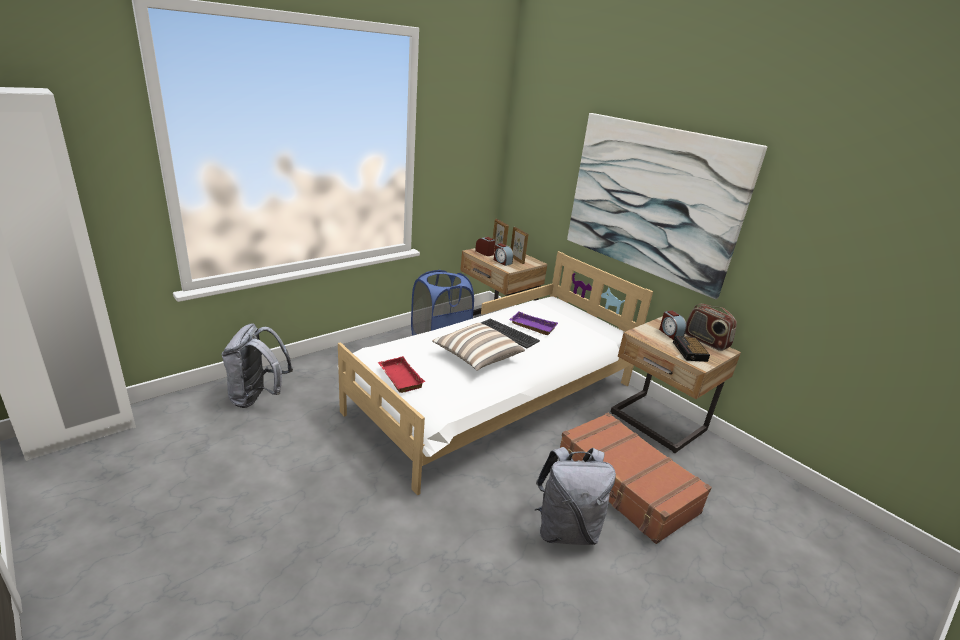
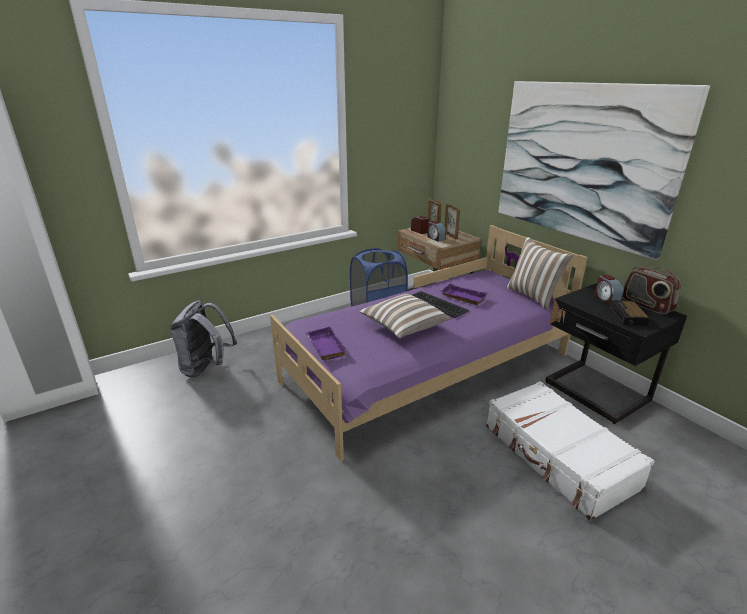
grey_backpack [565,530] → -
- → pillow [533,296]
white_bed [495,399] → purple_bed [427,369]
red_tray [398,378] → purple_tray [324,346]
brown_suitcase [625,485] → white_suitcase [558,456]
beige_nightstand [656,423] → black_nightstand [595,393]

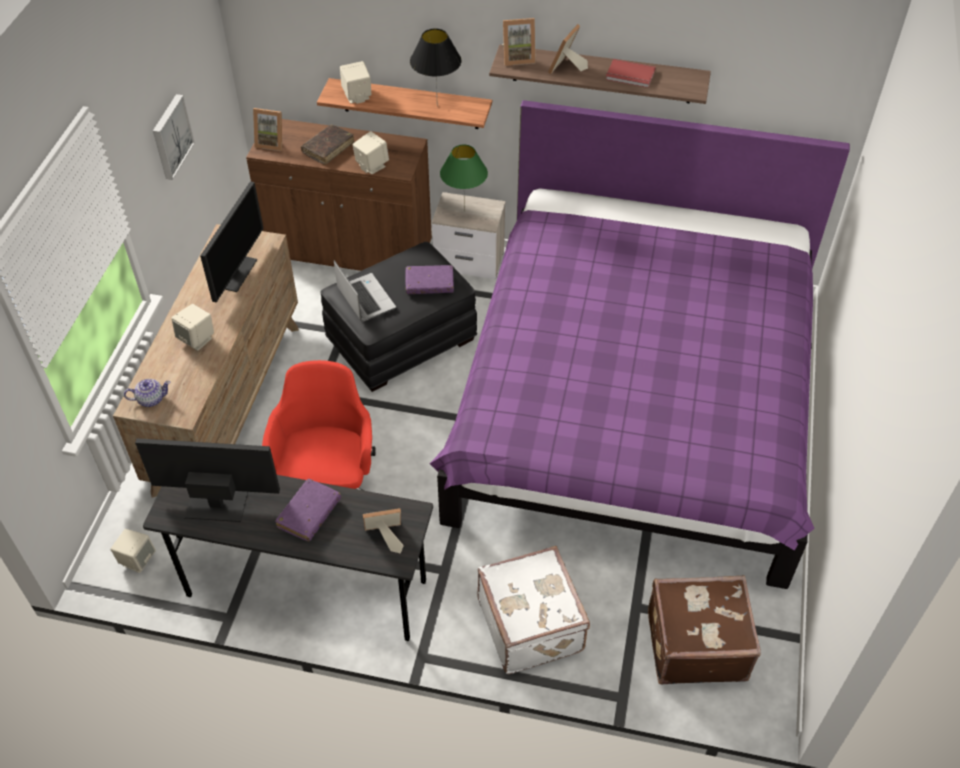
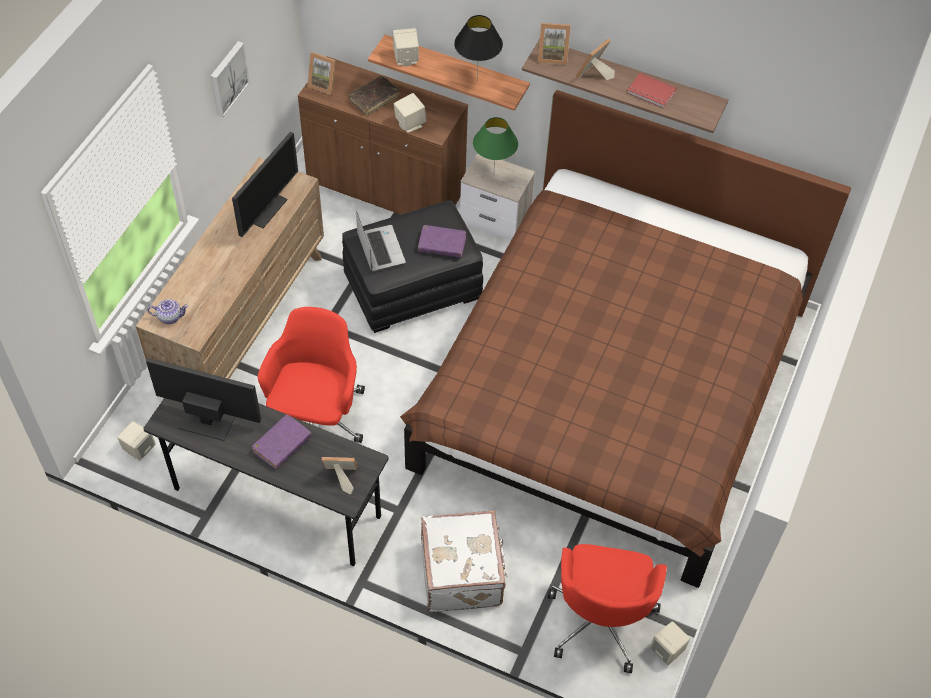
beige_speaker [197,339] → beige_speaker [667,650], shifted
brown_suitcase [695,644] → red_office_chair [600,619]
purple_bed [634,402] → brown_bed [611,387]

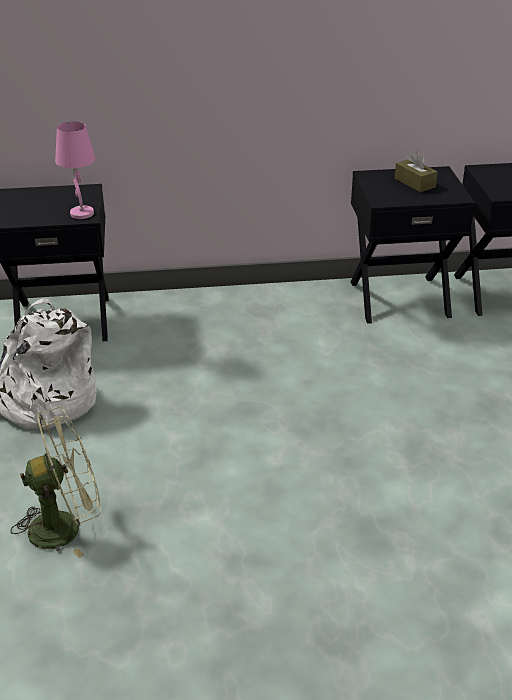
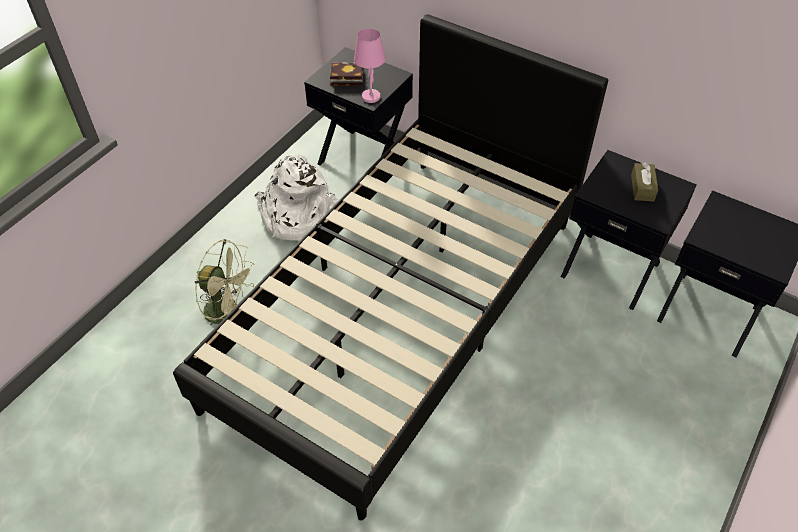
- → black_bed [399,309]
- → book [345,77]

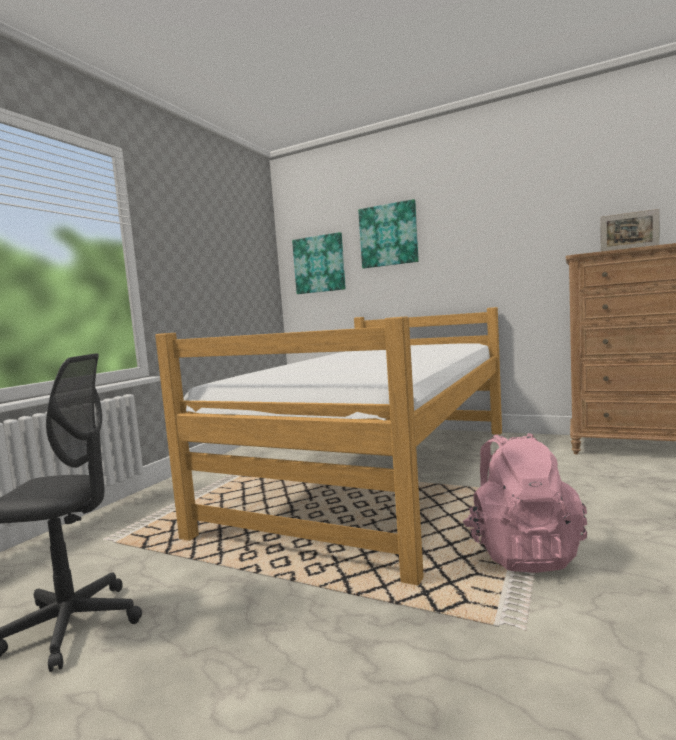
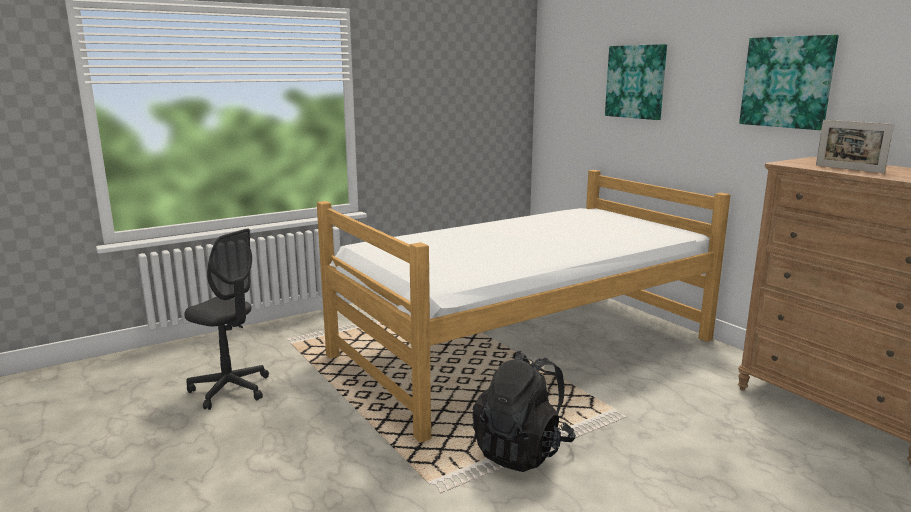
picture [319,264] → picture [787,82], shifted
pink_backpack [521,552] → black_backpack [522,451]

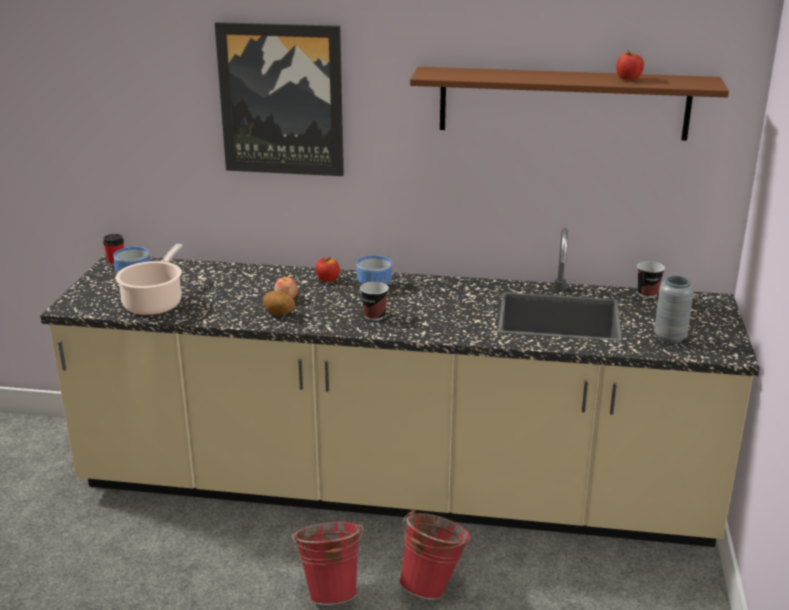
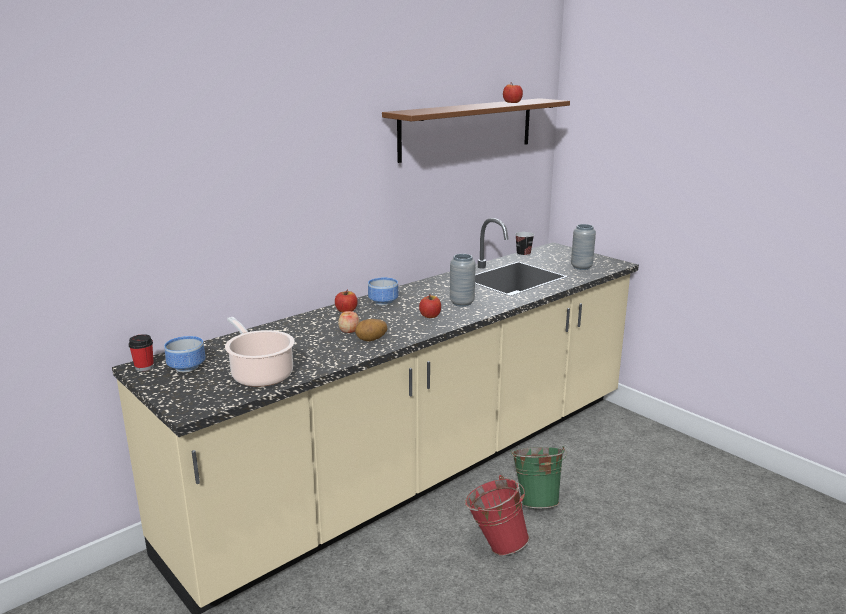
picture [282,99] → -
- → grey_vase [462,303]
cup [374,316] → apple [430,316]
red_bucket [433,585] → green_bucket [536,500]

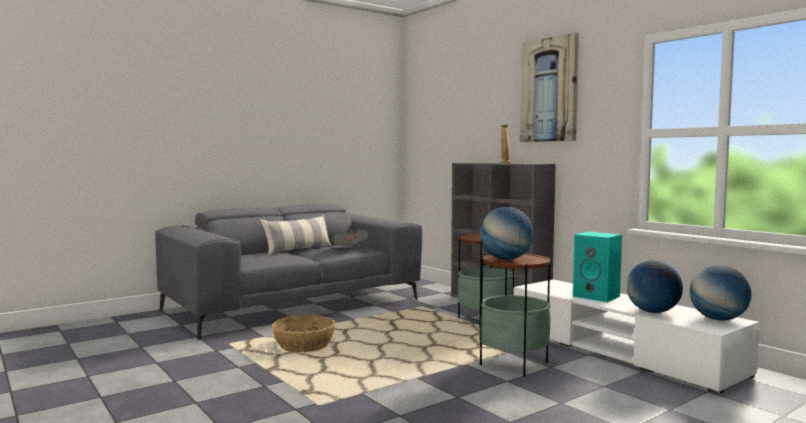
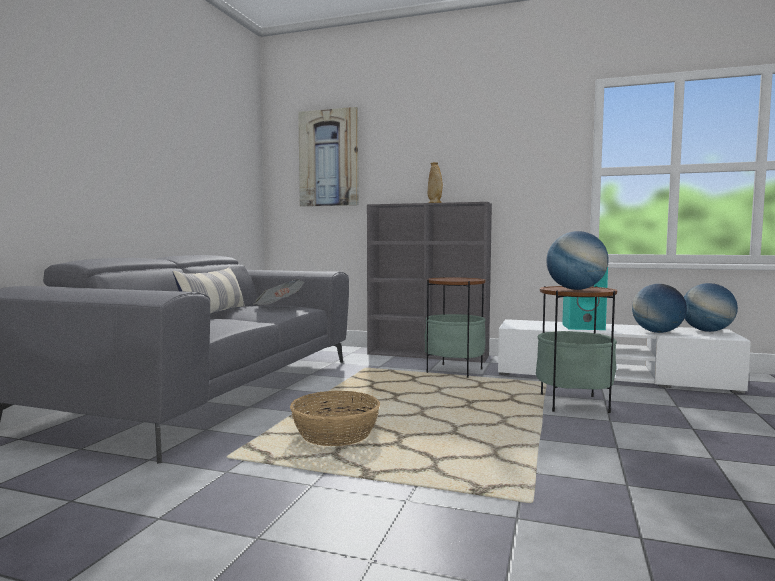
picture [549,90] → picture [329,158], shifted

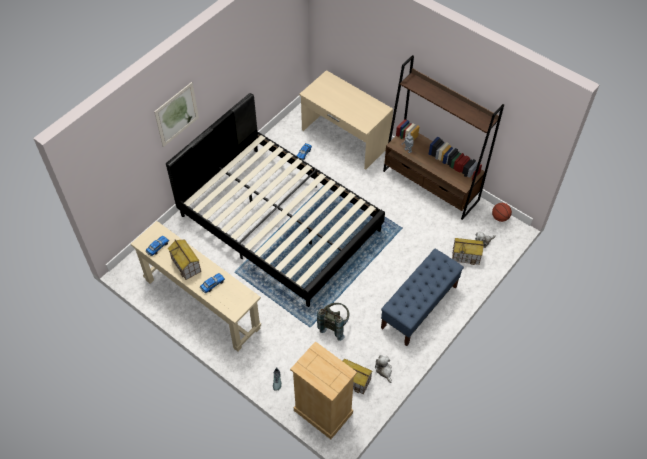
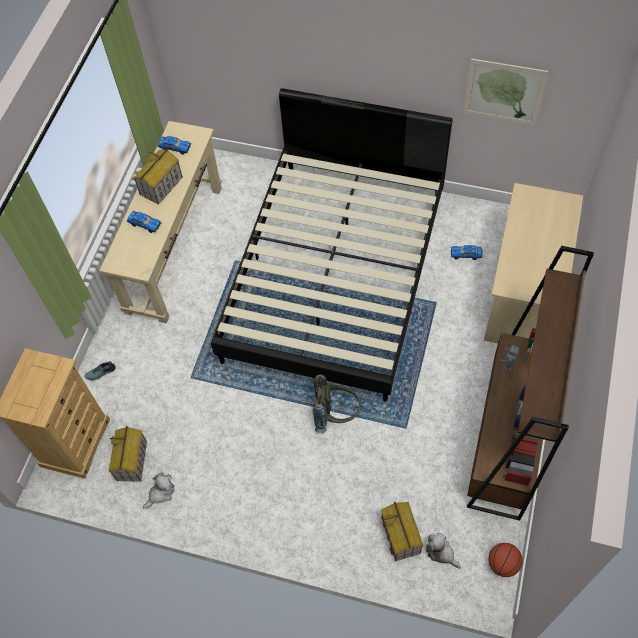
blue_bench [419,307] → -
picture [176,114] → picture [504,92], shifted
grey_backpack [334,325] → grey_backpack [336,414], shifted

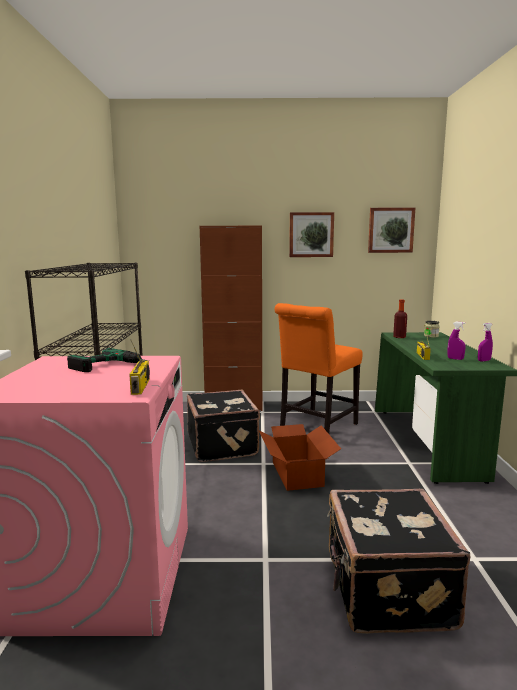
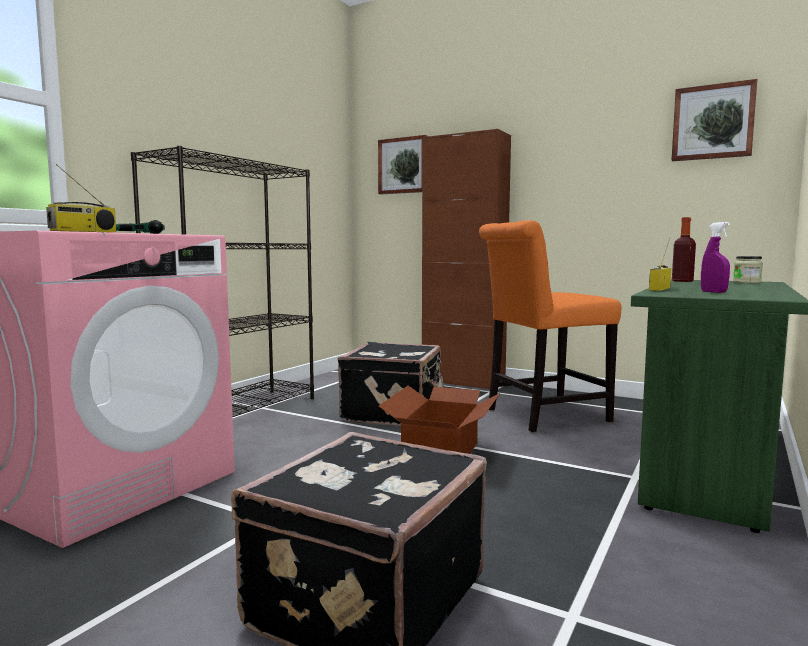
purple_spray_bottle [484,360] → -
picture [311,234] → picture [403,165], shifted

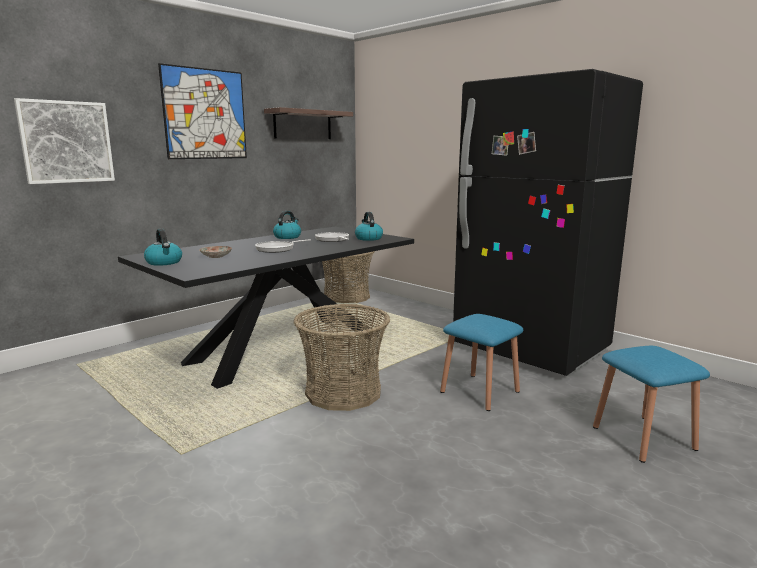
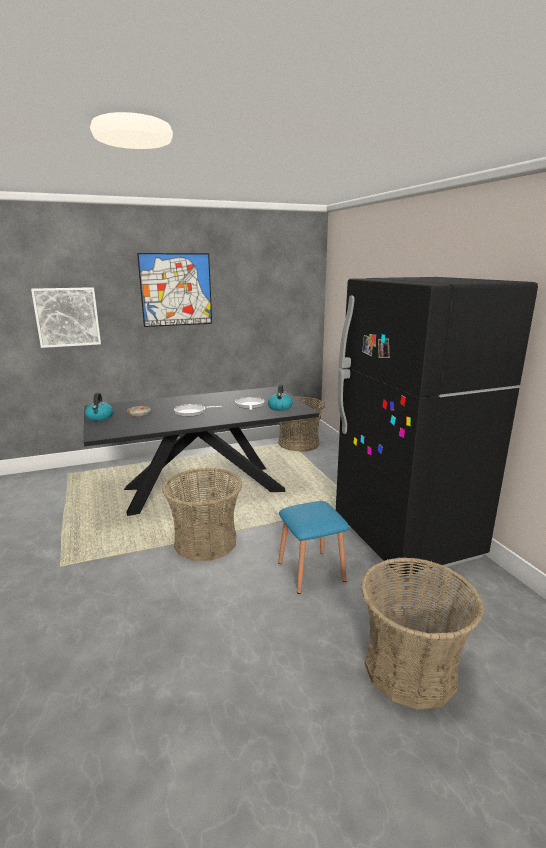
shelf [303,125] → -
kettle [287,237] → -
blue_stool [643,438] → basket [410,668]

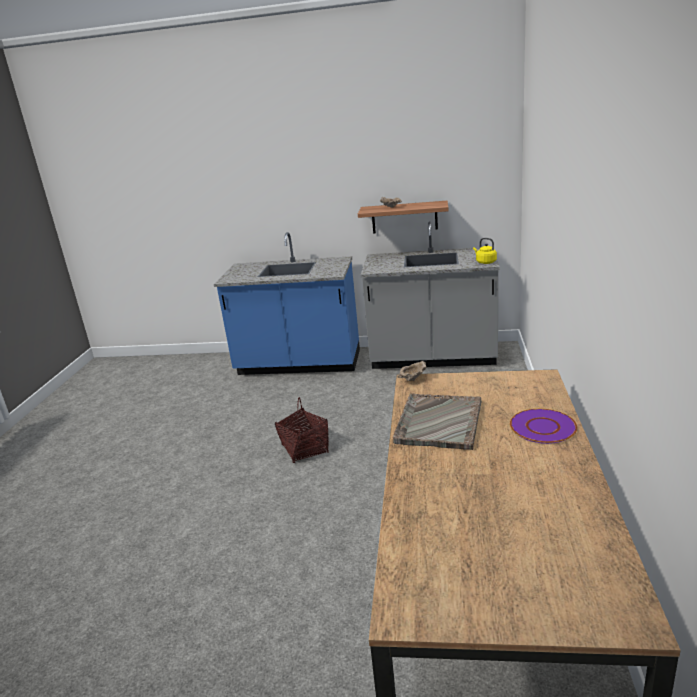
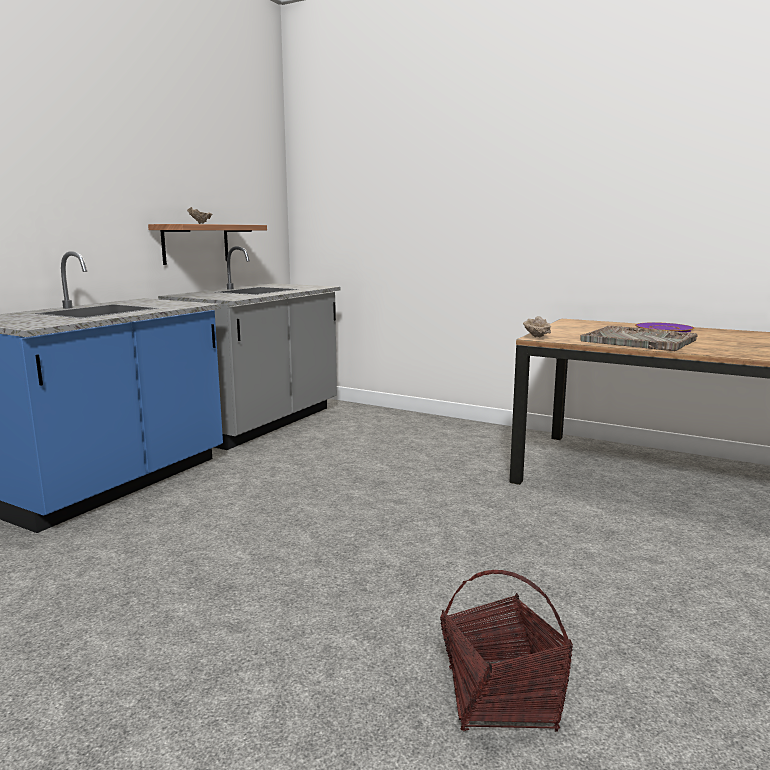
yellow_kettle [485,262] → -
basket [305,449] → basket [501,699], shifted

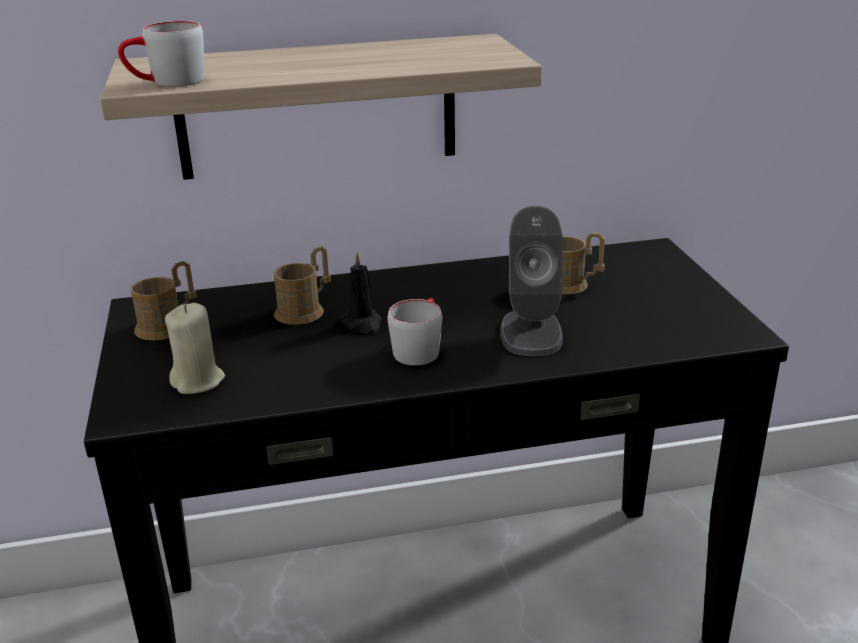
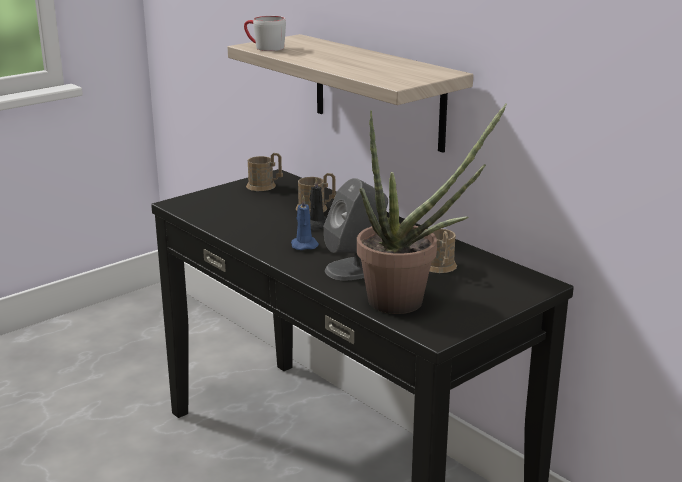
beige_candle [198,381] → -
- → potted_plant [408,302]
grey_mug [419,348] → blue_candle [304,245]

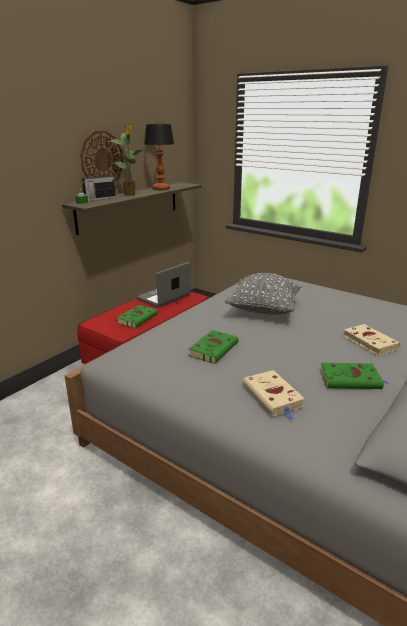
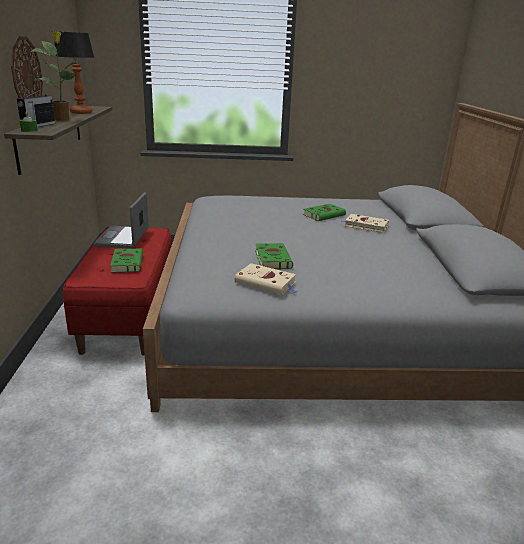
grey_pillow [263,311] → -
beige_book [273,397] → beige_book [267,283], shifted
green_book [351,379] → green_book [324,215], shifted

